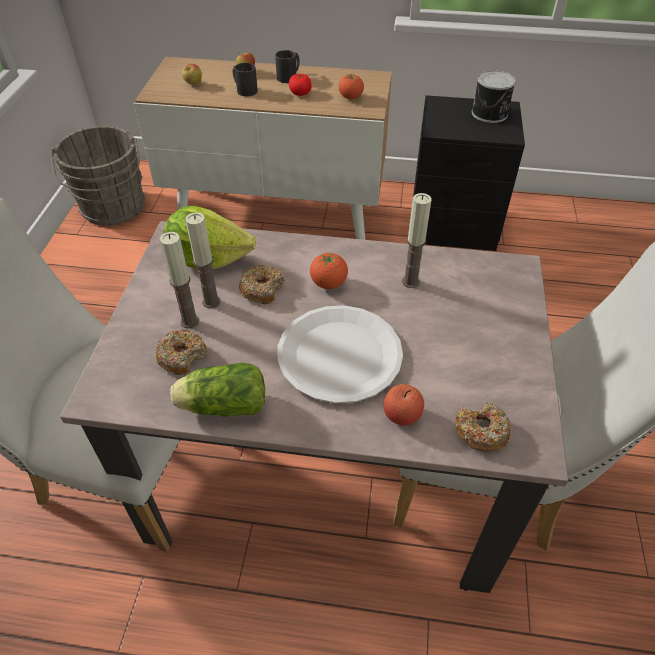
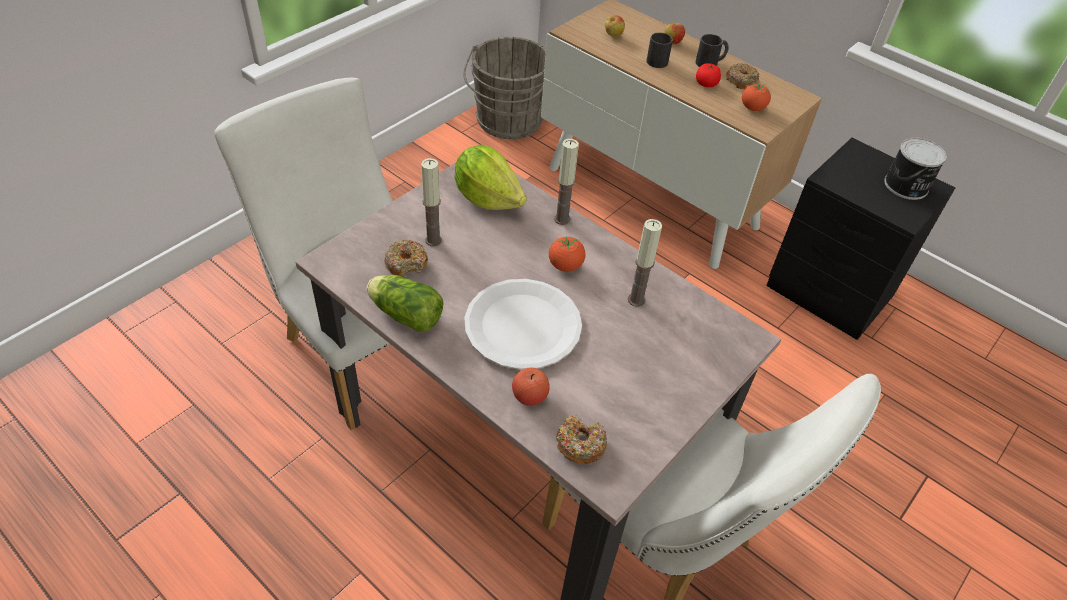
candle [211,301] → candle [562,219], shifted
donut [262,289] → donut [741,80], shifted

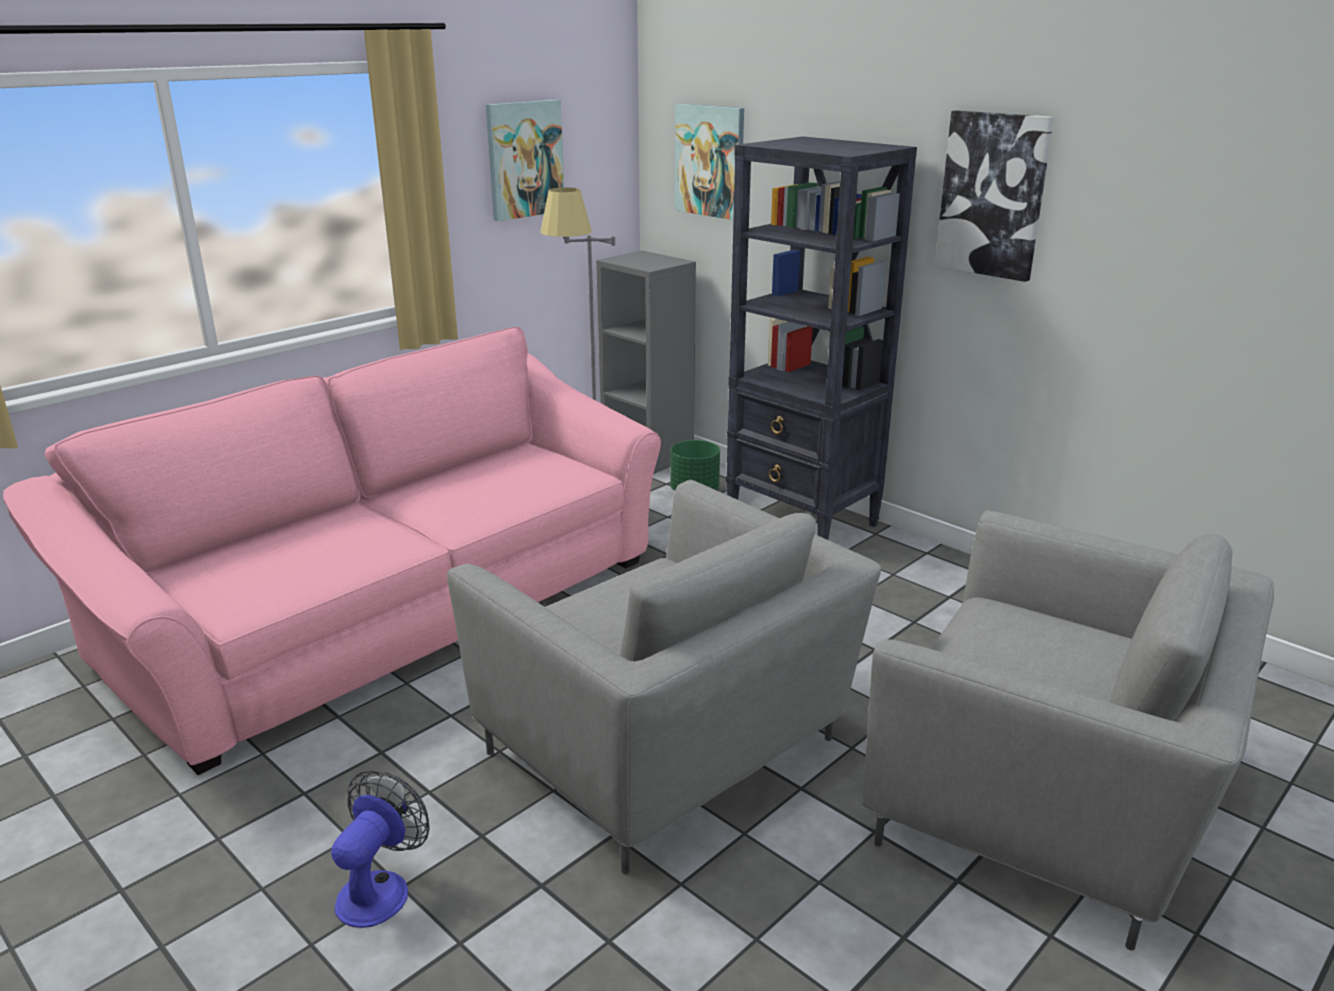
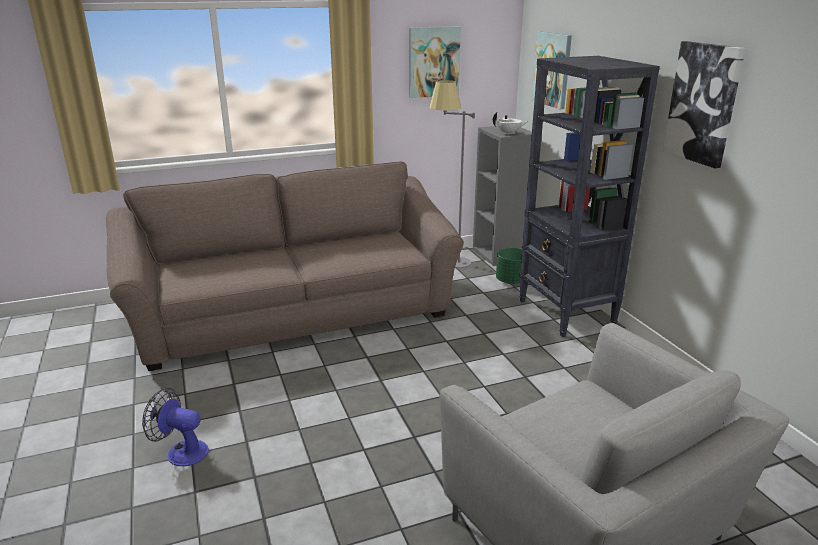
grey_armchair [667,751] → -
- → white_teapot [509,133]
pink_sofa [392,610] → brown_sofa [294,312]
fan [380,888] → fan [181,451], 120 degrees counterclockwise

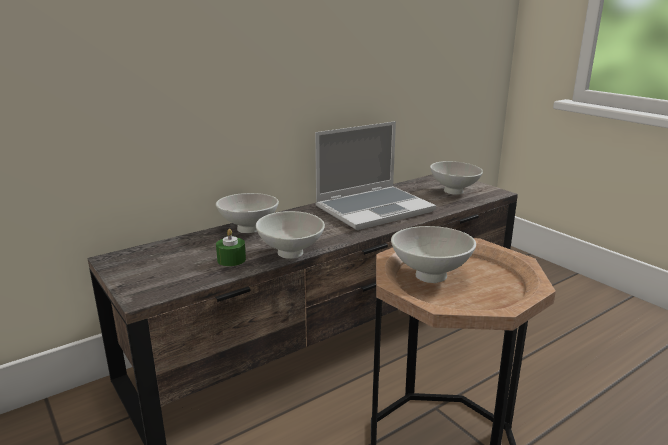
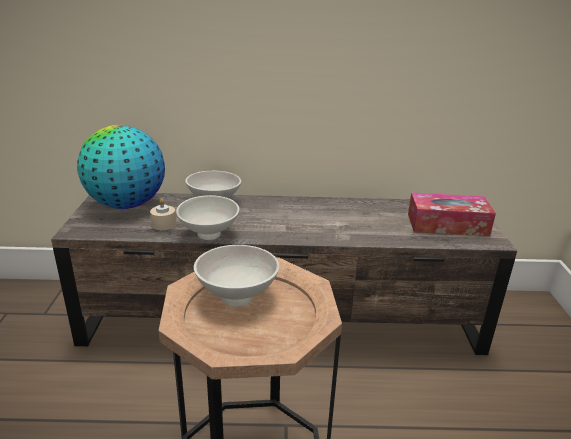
laptop [374,209] → -
- → globe [126,204]
white_bowl [454,191] → tissue_box [447,225]
green_candle [231,260] → beige_candle [164,224]

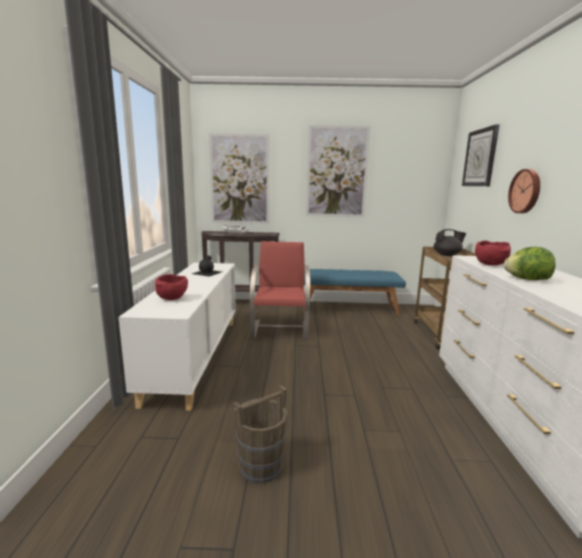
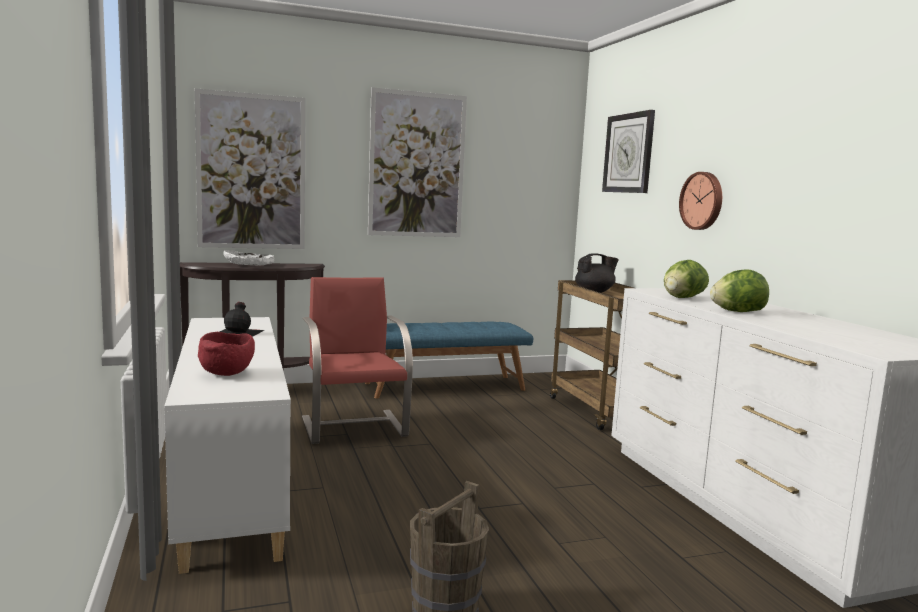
red_bowl [491,265] → lettuce [682,298]

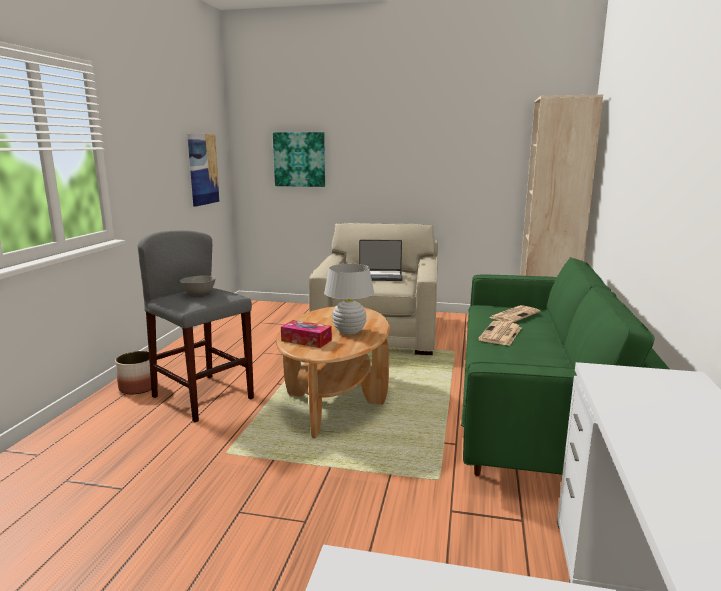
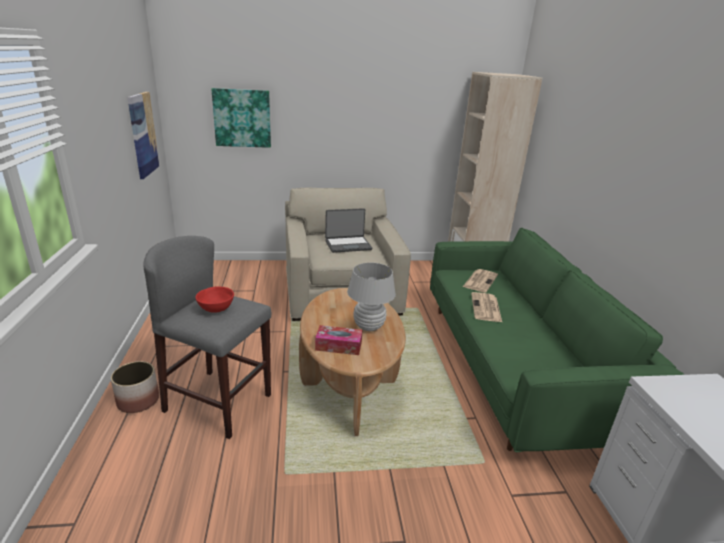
grey_bowl [198,294] → red_bowl [215,309]

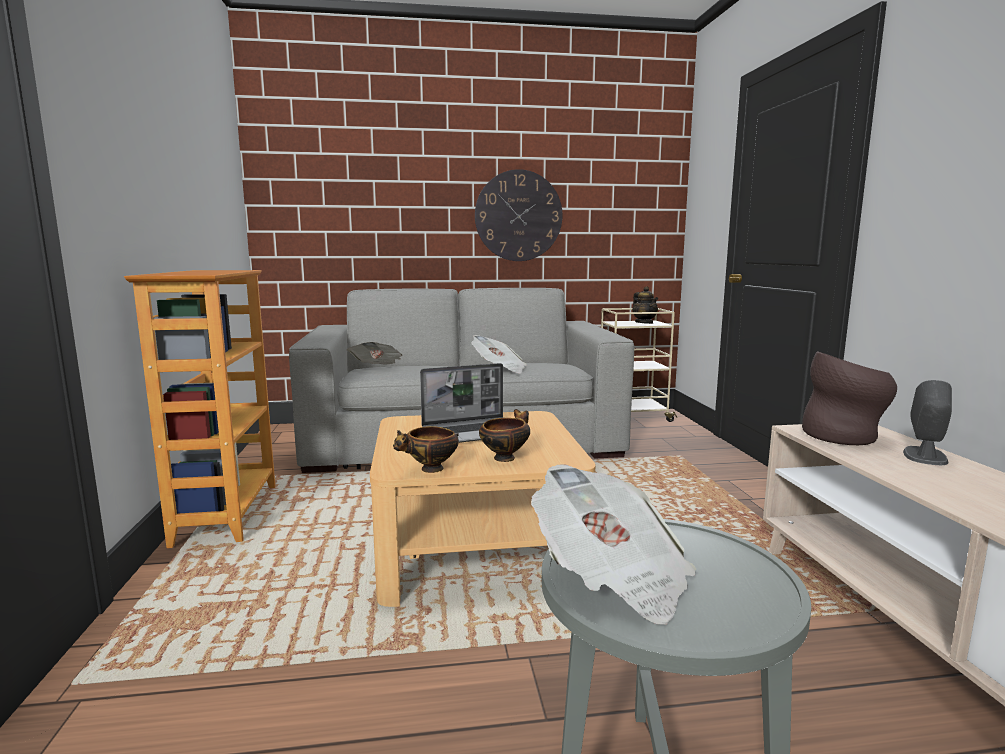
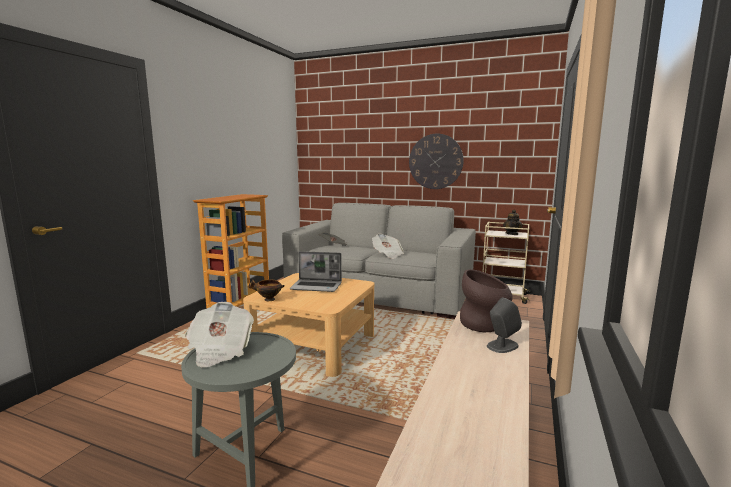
bowl [505,457] → -

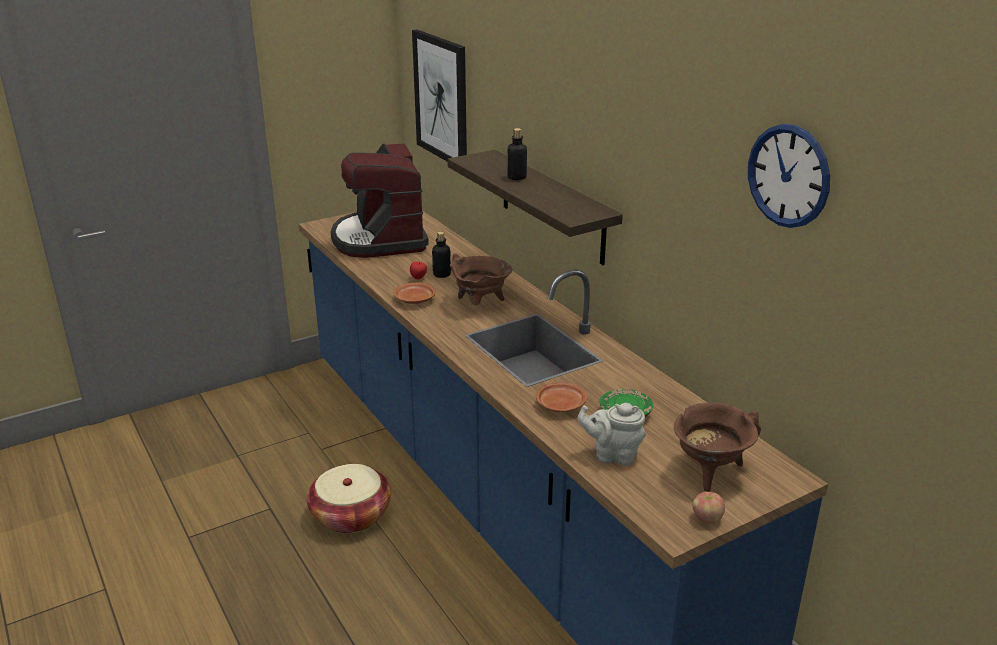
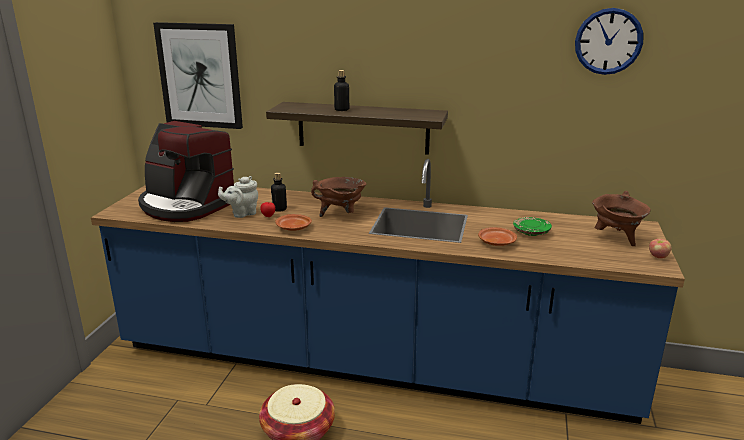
grey_teapot [612,455] → grey_teapot [242,213], shifted

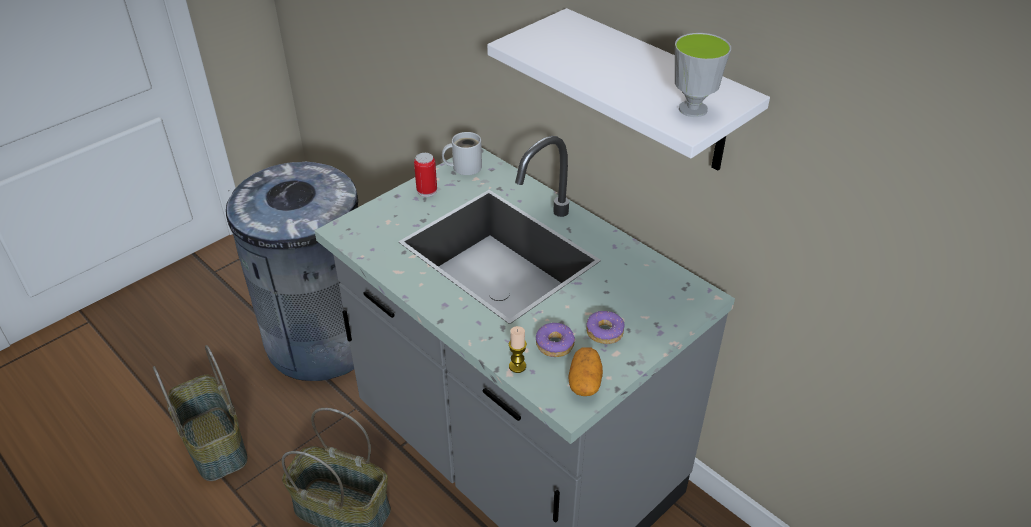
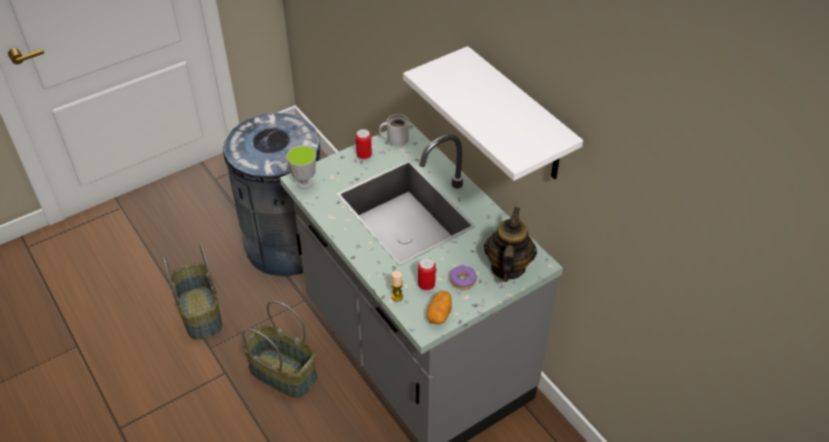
- → teapot [507,267]
cup [693,109] → cup [304,183], shifted
donut [555,345] → can [426,285]

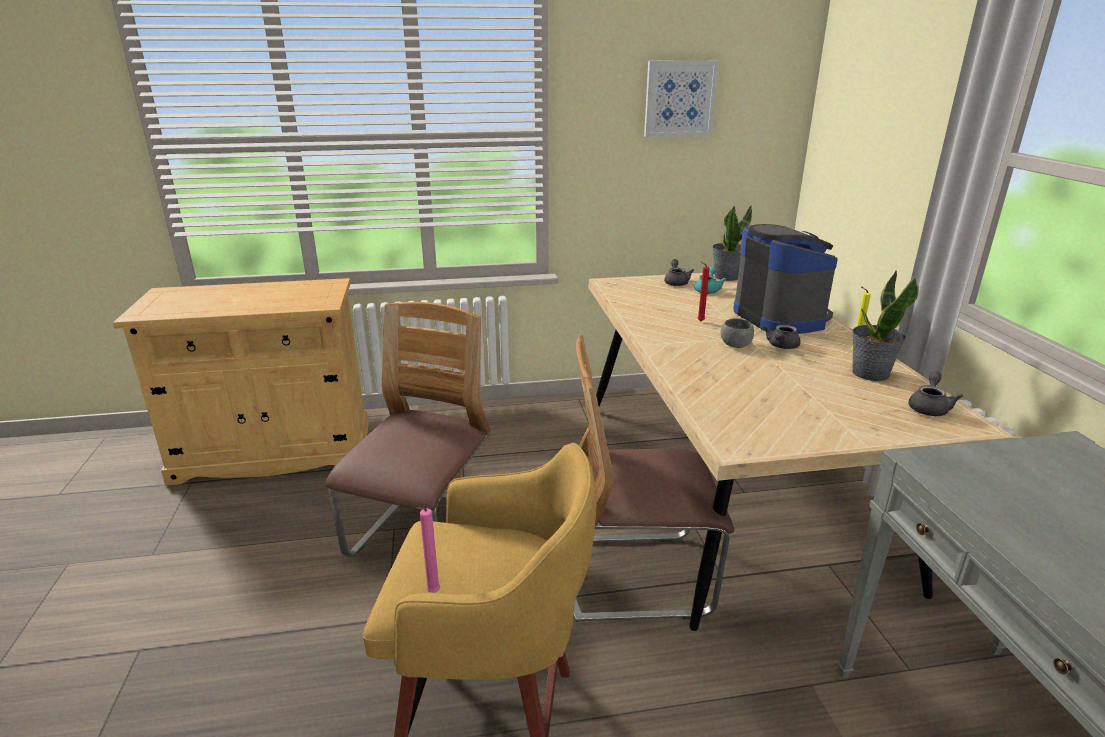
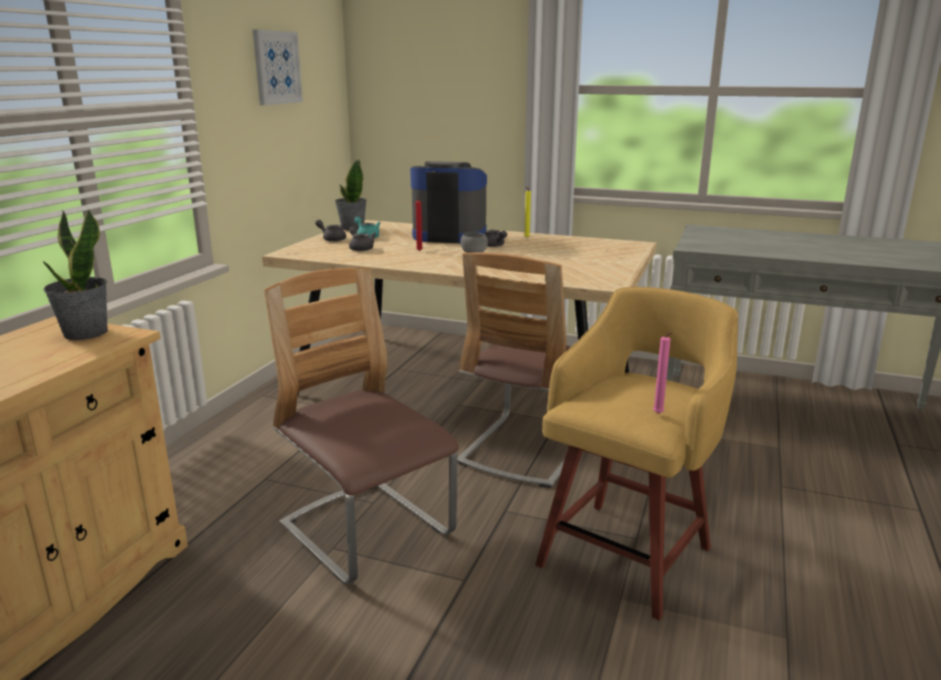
potted_plant [869,373] → potted_plant [85,333], shifted
grey_teapot [929,407] → grey_teapot [360,248], shifted

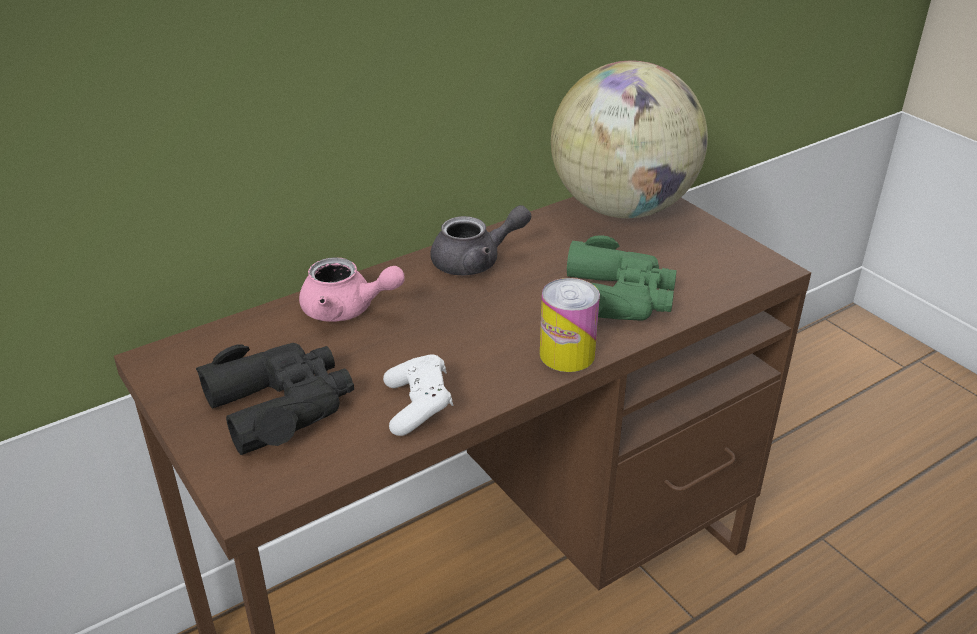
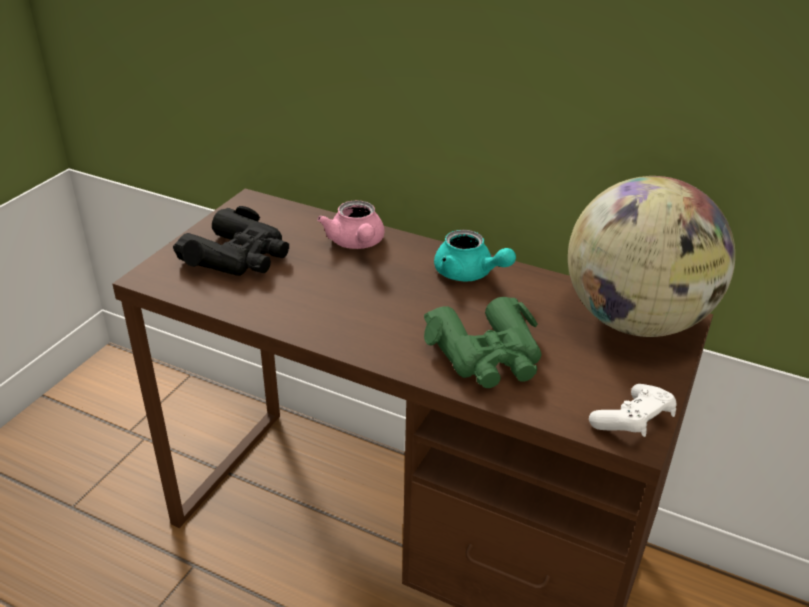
can [567,354] → -
white_game_controller [418,406] → white_game_controller [633,423], shifted
grey_teapot [476,261] → turquoise_teapot [469,274]

